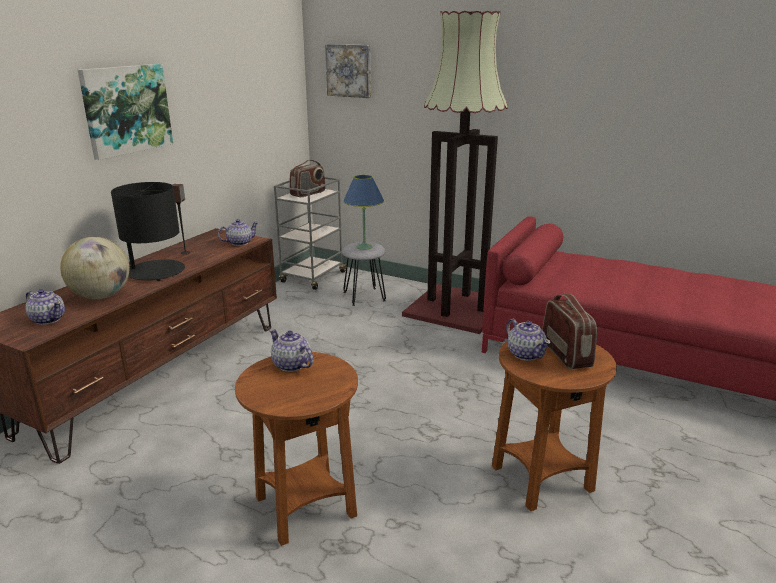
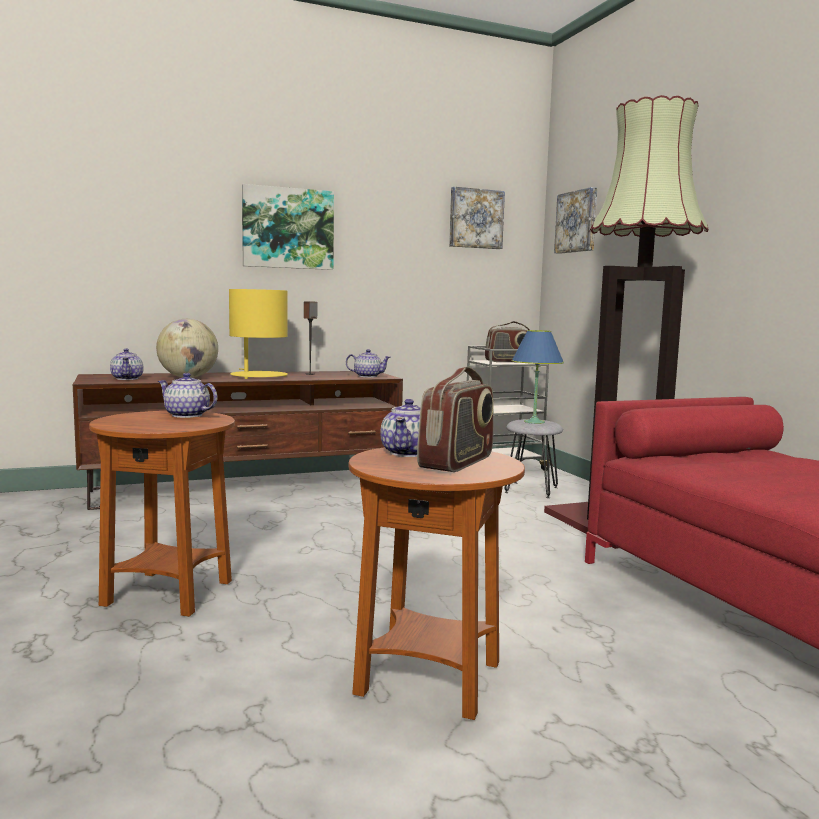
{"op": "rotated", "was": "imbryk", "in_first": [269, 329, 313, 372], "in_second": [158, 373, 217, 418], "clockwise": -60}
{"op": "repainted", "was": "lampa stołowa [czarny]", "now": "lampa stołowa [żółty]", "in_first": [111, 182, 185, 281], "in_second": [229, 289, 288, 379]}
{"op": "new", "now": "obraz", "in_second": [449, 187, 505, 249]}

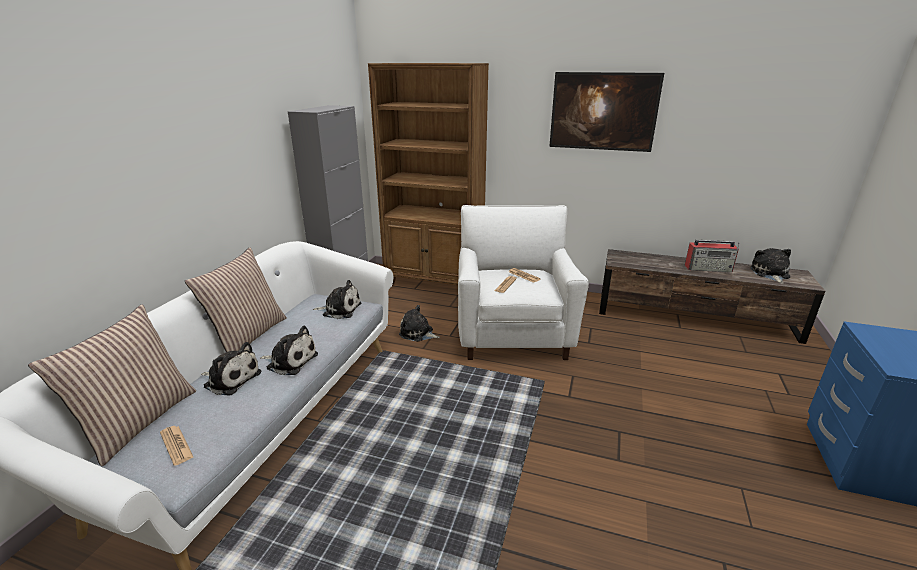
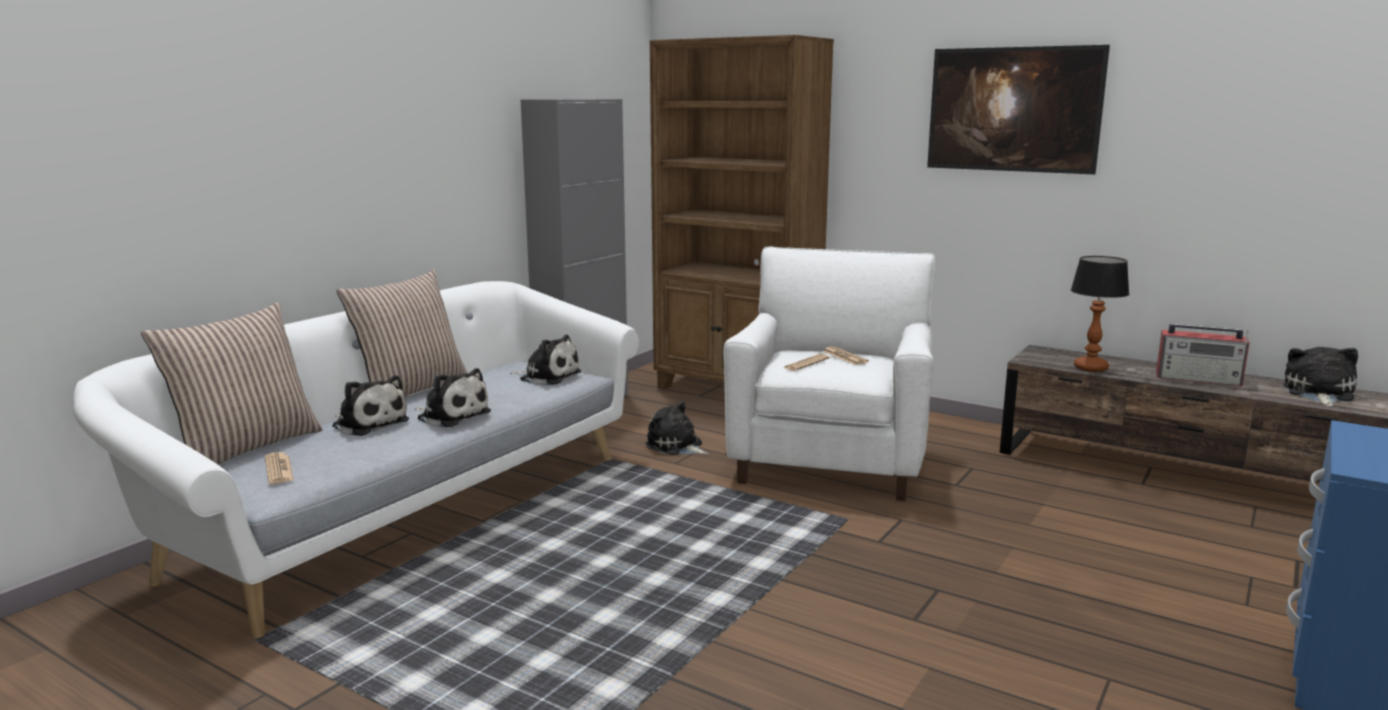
{"op": "new", "now": "lampa stołowa", "in_second": [1071, 256, 1129, 372]}

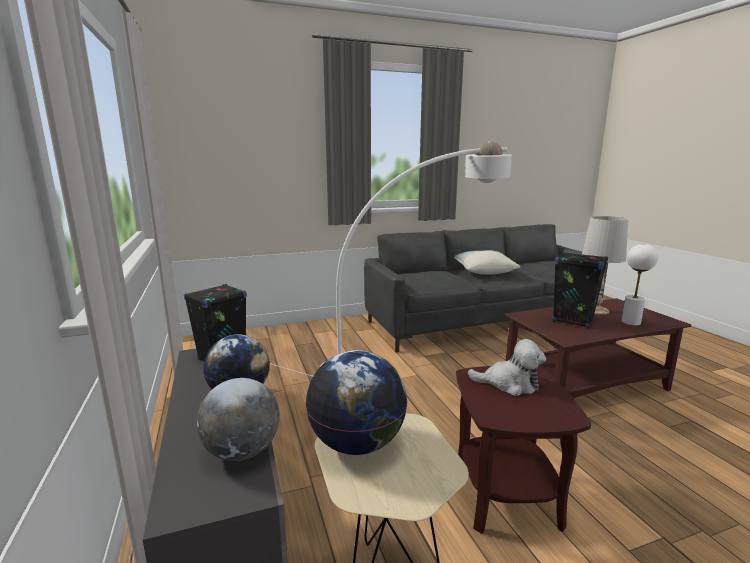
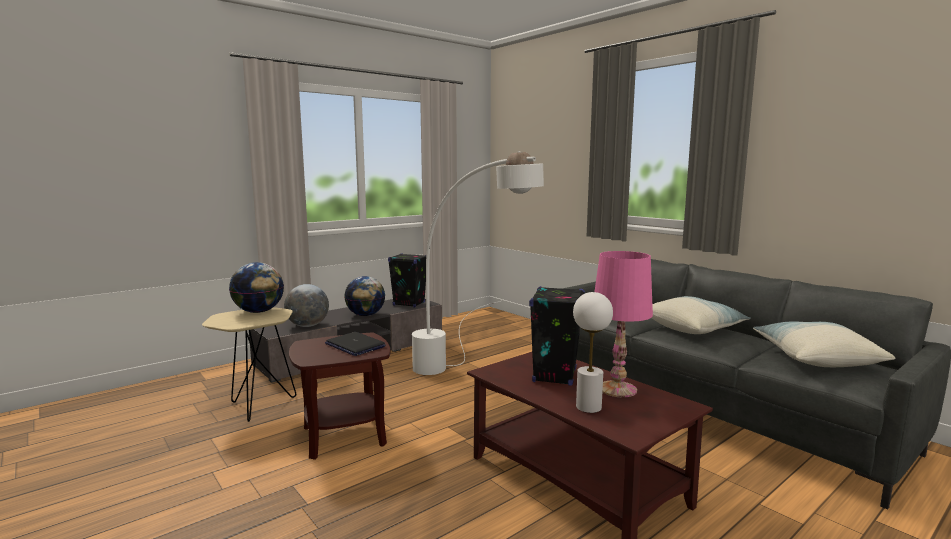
{"op": "swapped", "was": "pluszak", "now": "laptop", "in_first": [468, 339, 546, 396], "in_second": [325, 332, 386, 356]}
{"op": "repainted", "was": "lampa stołowa [biały]", "now": "lampa stołowa [różowy]", "in_first": [582, 216, 628, 315], "in_second": [594, 251, 653, 397]}
{"op": "new", "now": "poduszka", "in_second": [753, 321, 895, 367]}

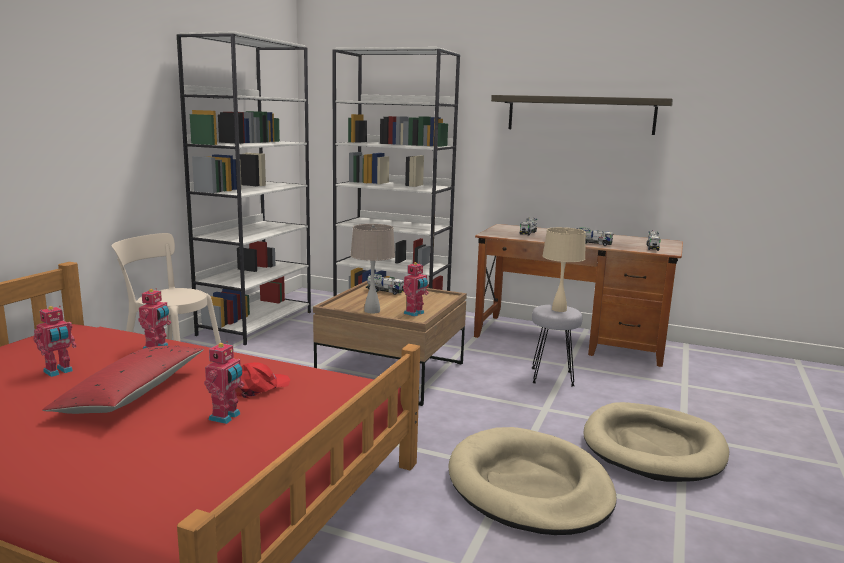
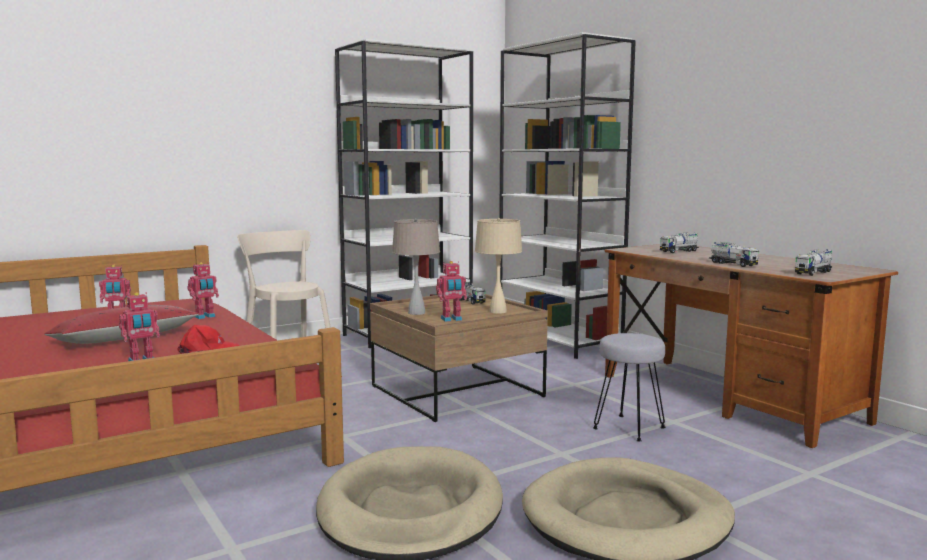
{"op": "shifted", "was": "lampa stołowa [beżowy]", "in_first": [542, 227, 586, 312], "in_second": [475, 218, 522, 314]}
{"op": "gone", "was": "półka", "in_first": [491, 95, 673, 135]}

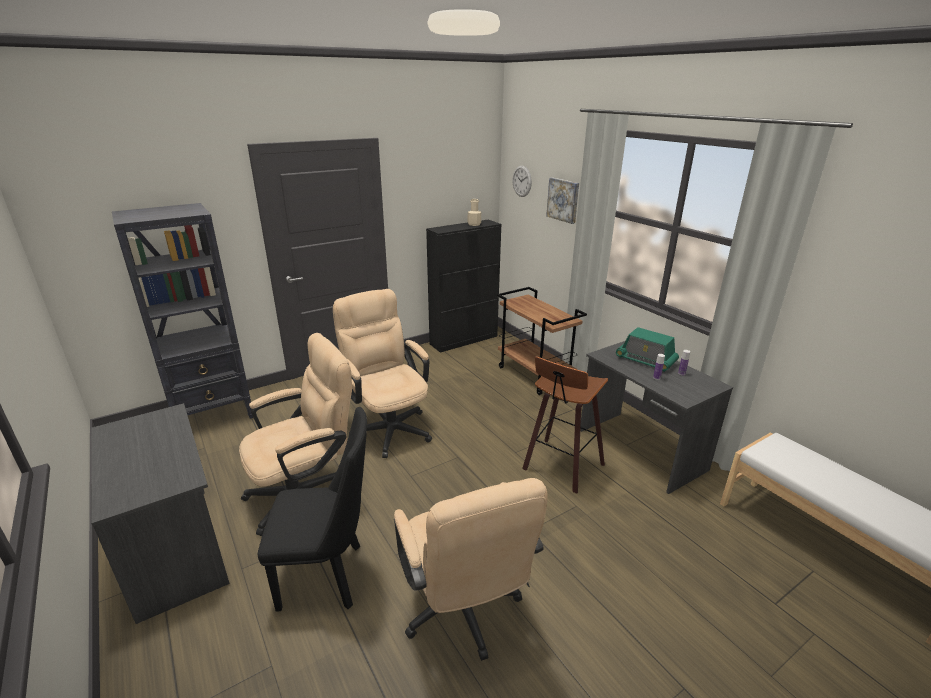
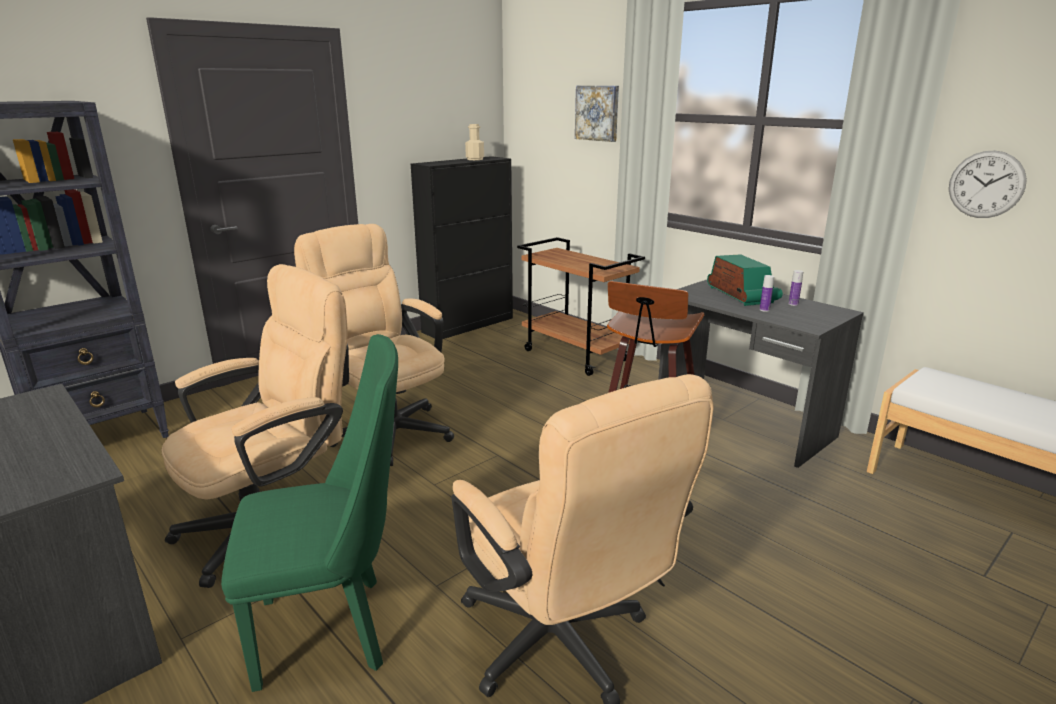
{"op": "repainted", "was": "krzesło [czarny]", "now": "krzesło [zielony]", "in_first": [257, 407, 367, 612], "in_second": [221, 334, 398, 692]}
{"op": "rotated", "was": "radio", "in_first": [616, 327, 679, 372], "in_second": [707, 254, 783, 306], "clockwise": -135}
{"op": "shifted", "was": "zegar ścienny", "in_first": [512, 166, 532, 197], "in_second": [949, 151, 1027, 218]}

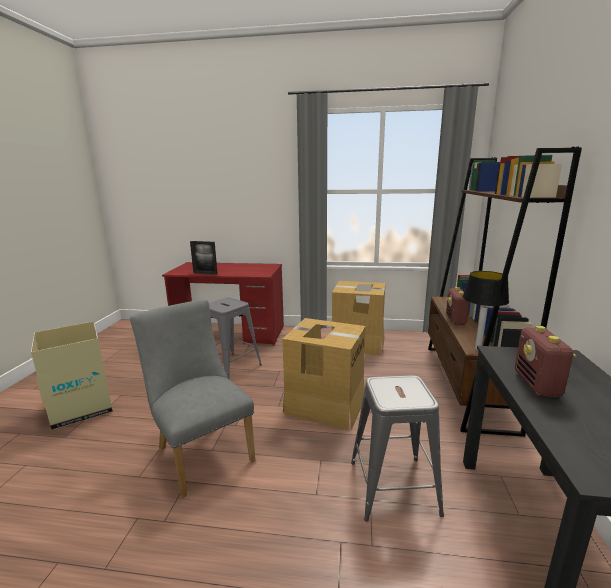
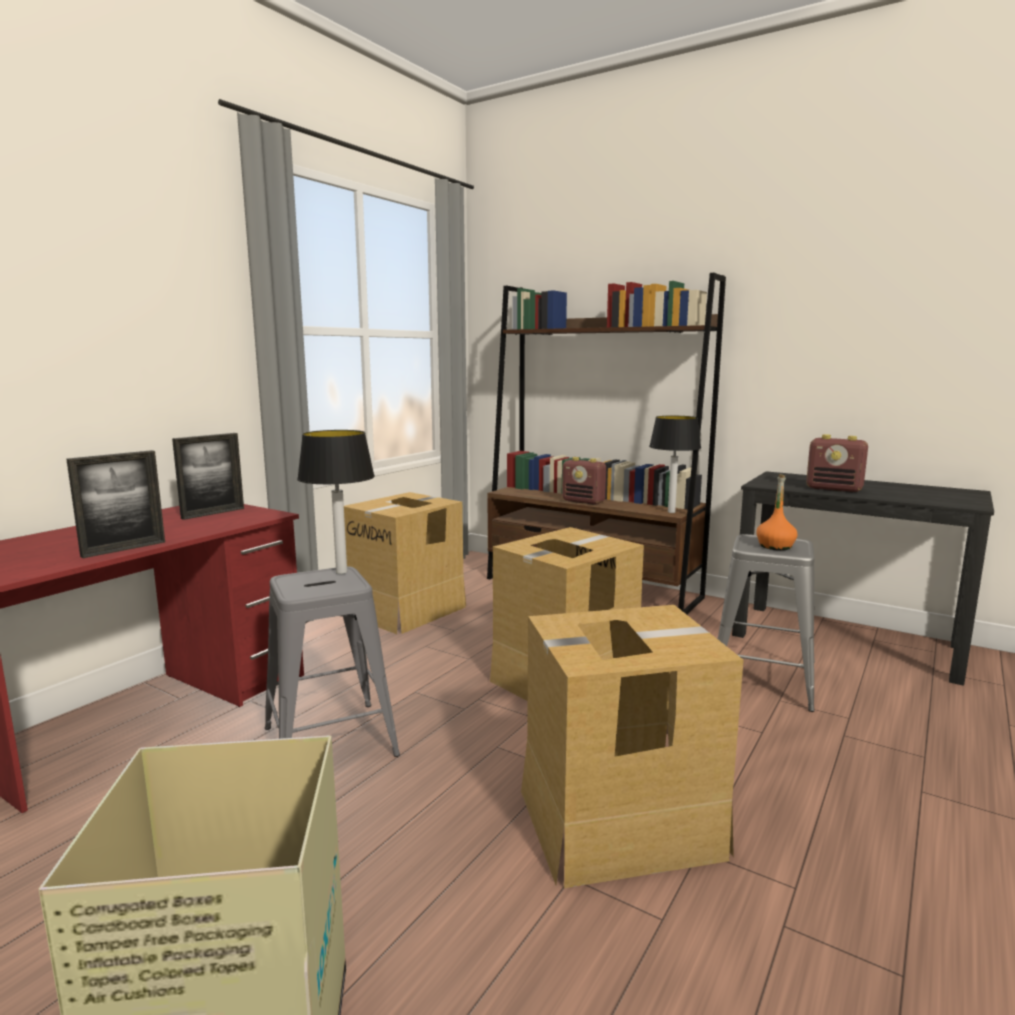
{"op": "new", "now": "ramka na zdjęcie", "in_second": [172, 433, 244, 520]}
{"op": "new", "now": "lampa stołowa", "in_second": [297, 430, 375, 574]}
{"op": "swapped", "was": "krzesło [szary]", "now": "karton", "in_first": [130, 300, 255, 498], "in_second": [521, 605, 744, 888]}
{"op": "new", "now": "butelka [pomarańczowy]", "in_second": [756, 474, 797, 550]}

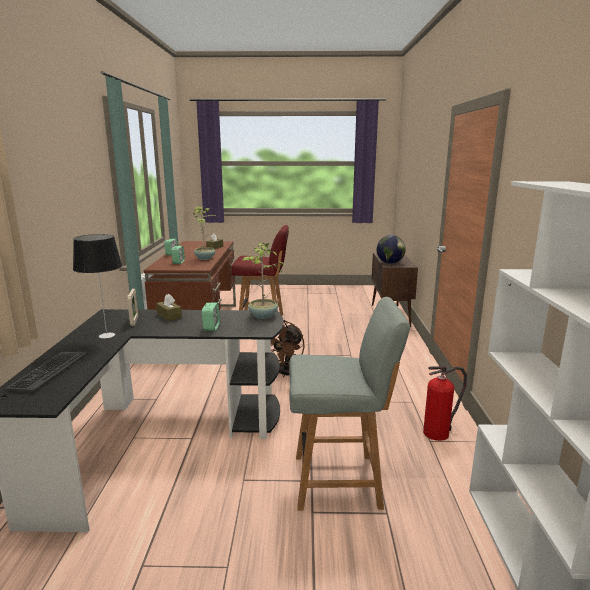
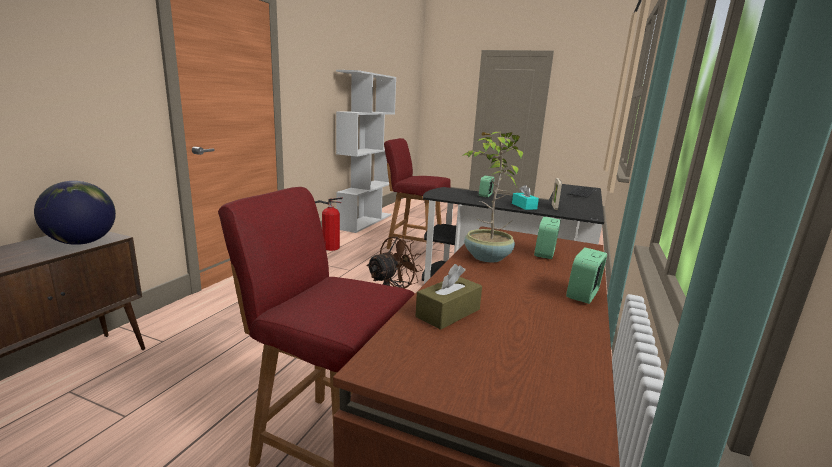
{"op": "repainted", "was": "krzesło [szary]", "now": "krzesło [czerwony]", "in_first": [289, 297, 410, 511], "in_second": [384, 138, 451, 249]}
{"op": "repainted", "was": "pudełko chusteczek [brązowy]", "now": "pudełko chusteczek [turkusowy]", "in_first": [156, 294, 182, 321], "in_second": [512, 185, 539, 210]}
{"op": "gone", "was": "lampa stołowa", "in_first": [73, 234, 122, 339]}
{"op": "gone", "was": "roślina doniczkowa", "in_first": [242, 243, 284, 319]}

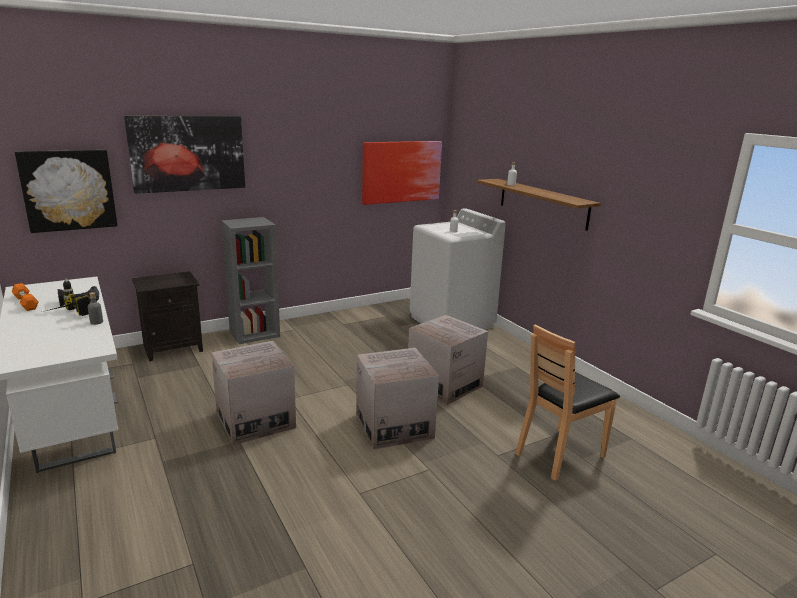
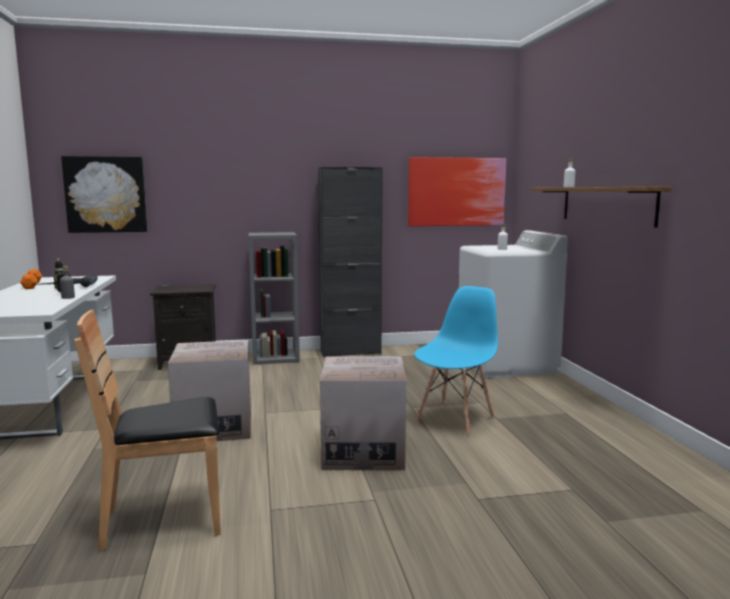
{"op": "shifted", "was": "krzesło [brązowy]", "in_first": [515, 324, 620, 481], "in_second": [74, 310, 221, 551]}
{"op": "new", "now": "szafka [czarny]", "in_second": [318, 167, 383, 357]}
{"op": "swapped", "was": "karton", "now": "krzesło [niebieski]", "in_first": [408, 315, 488, 405], "in_second": [414, 286, 498, 437]}
{"op": "gone", "was": "obraz", "in_first": [124, 116, 245, 194]}

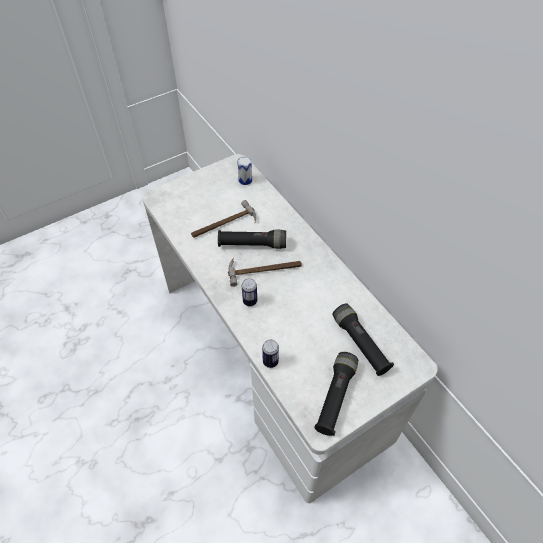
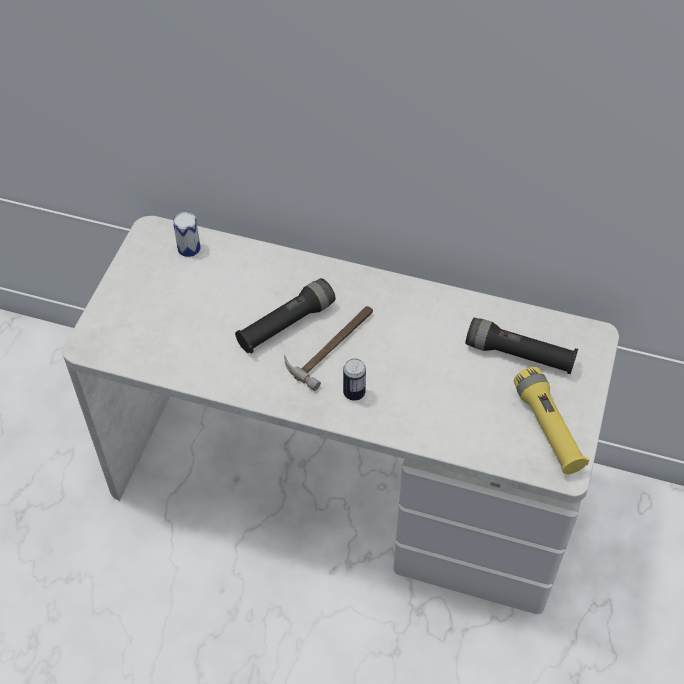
{"op": "repainted", "was": "latarka [czarny]", "now": "latarka [żółty]", "in_first": [314, 352, 358, 436], "in_second": [514, 367, 589, 474]}
{"op": "gone", "was": "młotek", "in_first": [191, 200, 256, 238]}
{"op": "gone", "was": "puszka", "in_first": [262, 340, 279, 368]}

